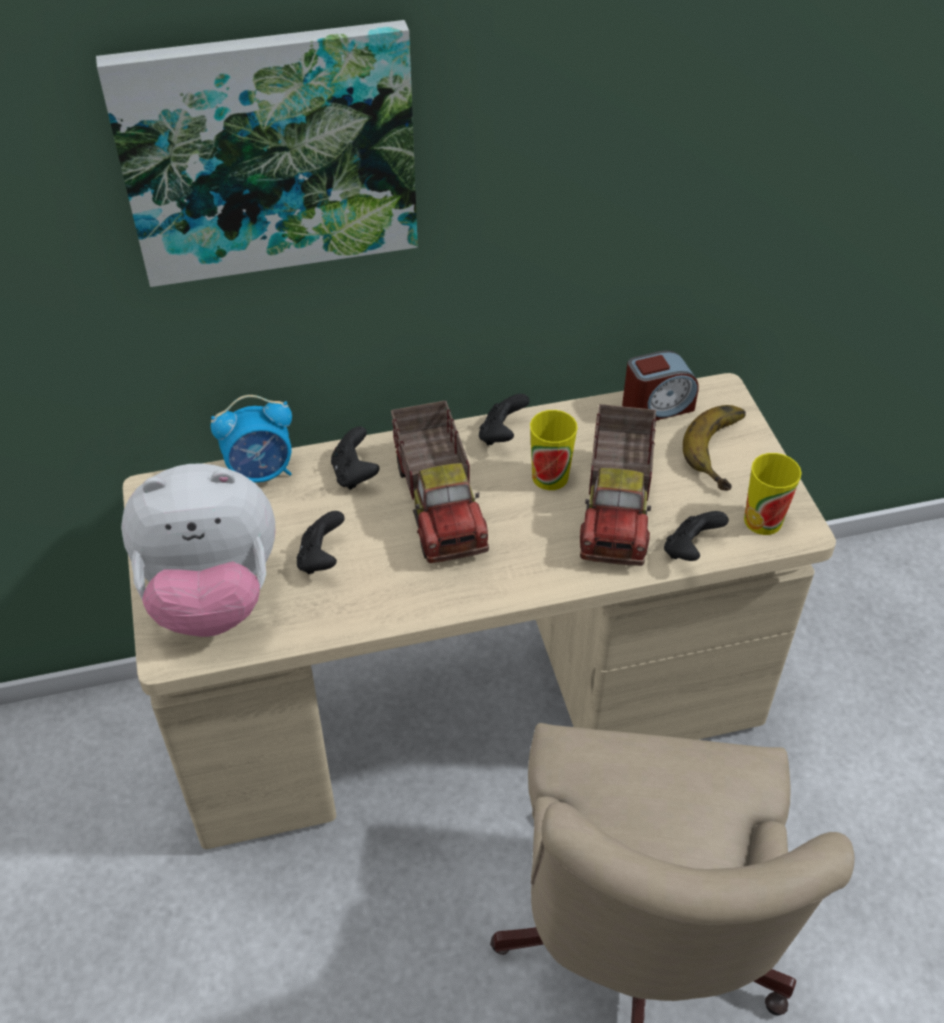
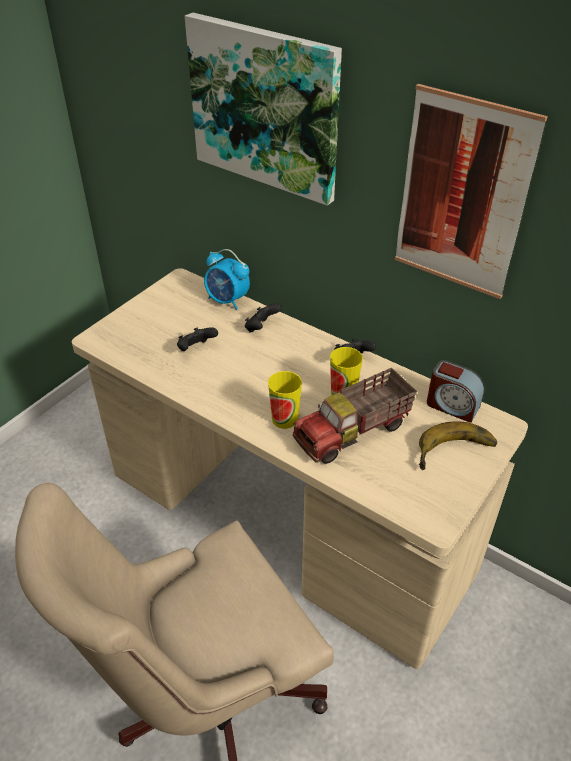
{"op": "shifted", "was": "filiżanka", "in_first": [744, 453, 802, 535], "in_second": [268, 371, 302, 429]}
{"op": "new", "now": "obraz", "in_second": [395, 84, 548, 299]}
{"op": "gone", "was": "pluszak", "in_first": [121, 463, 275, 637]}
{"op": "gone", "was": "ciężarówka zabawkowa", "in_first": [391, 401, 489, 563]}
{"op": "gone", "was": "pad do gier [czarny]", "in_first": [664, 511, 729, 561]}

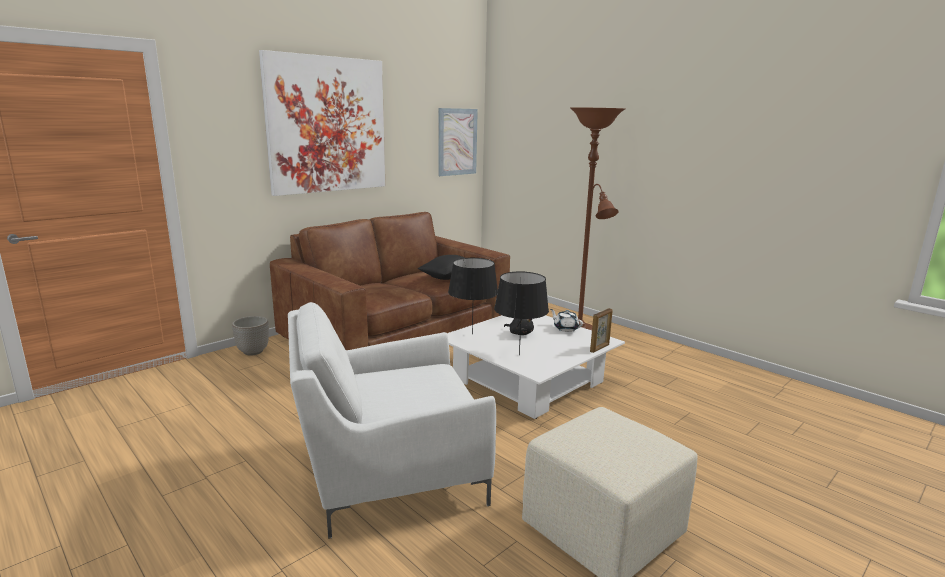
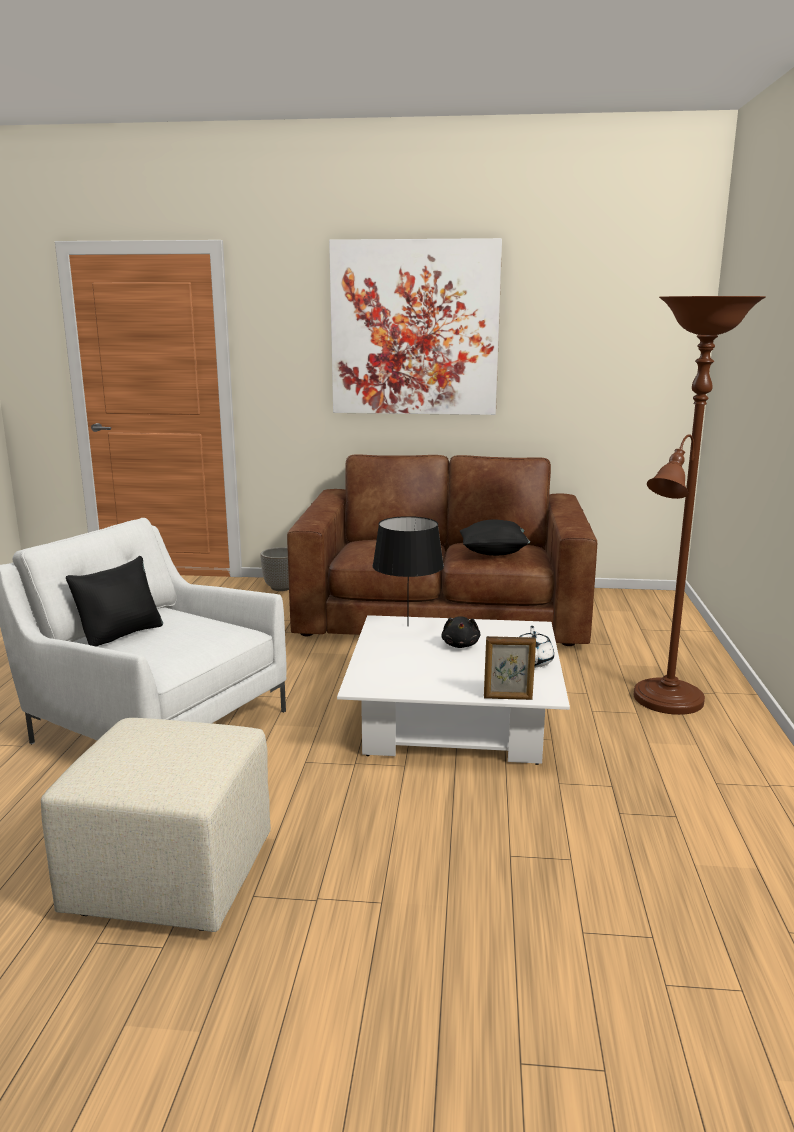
{"op": "new", "now": "poduszka [czarny]", "in_second": [66, 556, 163, 647]}
{"op": "gone", "was": "obraz", "in_first": [438, 108, 478, 176]}
{"op": "gone", "was": "lampa stołowa [czarny]", "in_first": [494, 271, 549, 355]}

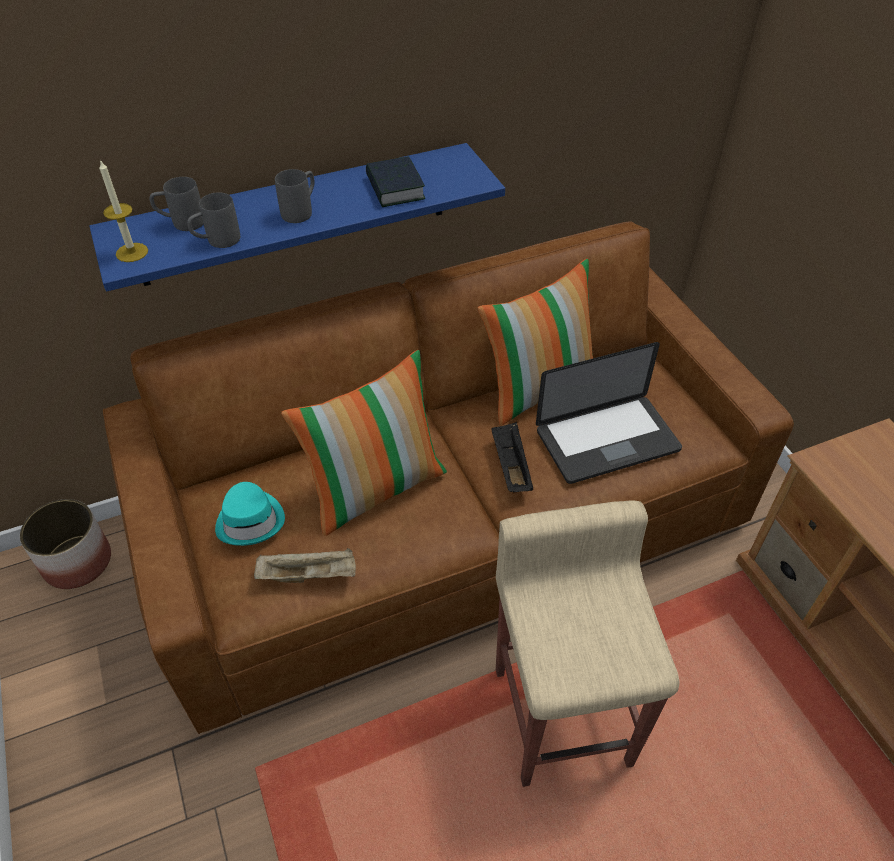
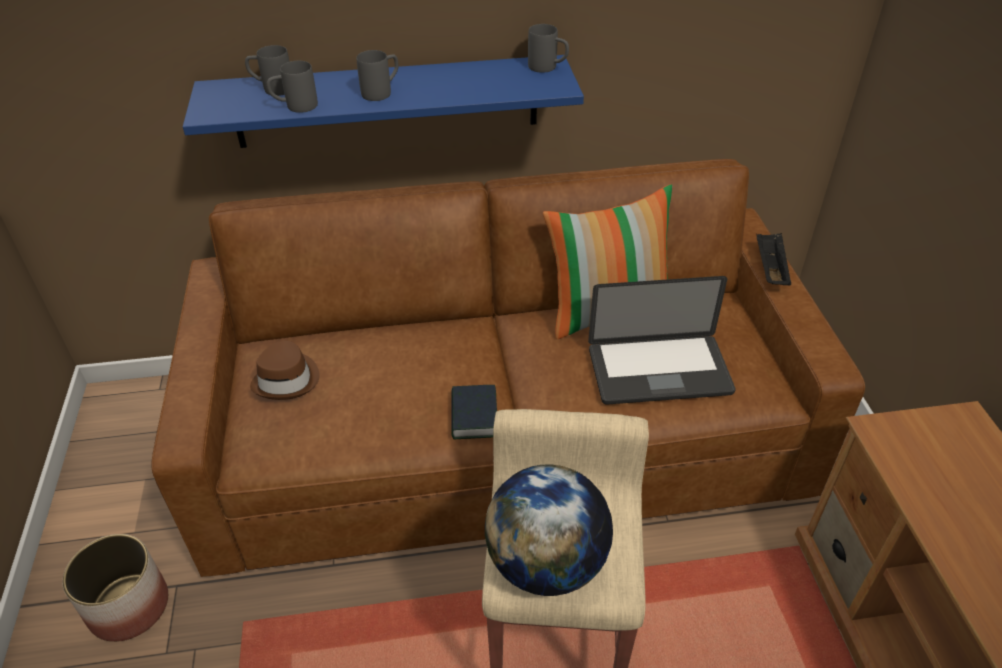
{"op": "shifted", "was": "donica", "in_first": [20, 499, 111, 589], "in_second": [62, 534, 168, 642]}
{"op": "repainted", "was": "kapelusz [turkusowy]", "now": "kapelusz [brązowy]", "in_first": [215, 482, 285, 546], "in_second": [250, 341, 320, 400]}
{"op": "shifted", "was": "książka", "in_first": [366, 156, 425, 207], "in_second": [451, 385, 497, 439]}
{"op": "new", "now": "globus", "in_second": [485, 465, 613, 596]}
{"op": "new", "now": "kubek [szary]", "in_second": [528, 24, 569, 73]}
{"op": "shifted", "was": "taca [czarny]", "in_first": [491, 422, 533, 492], "in_second": [756, 233, 791, 285]}
{"op": "gone", "was": "świeca", "in_first": [99, 159, 148, 262]}
{"op": "gone", "was": "taca [beżowy]", "in_first": [254, 548, 356, 583]}
{"op": "gone", "was": "poduszka", "in_first": [281, 350, 447, 536]}

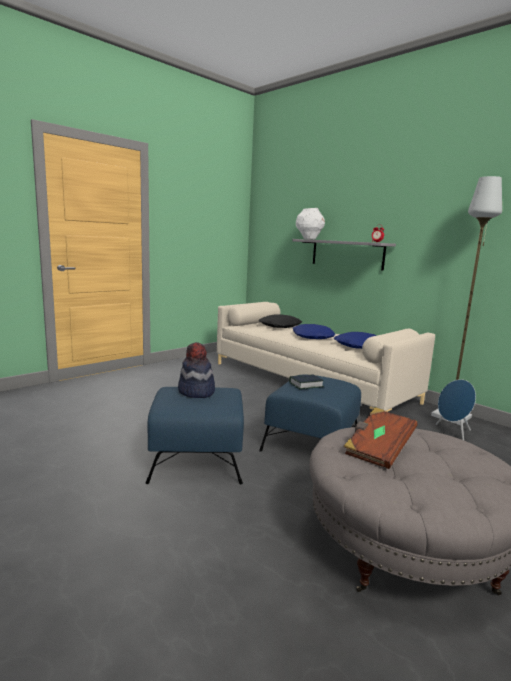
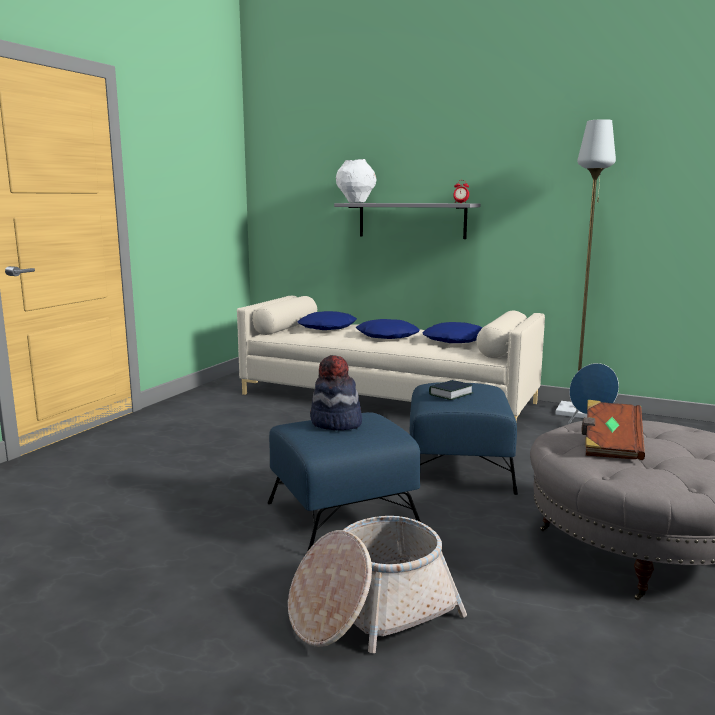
{"op": "new", "now": "koszyk", "in_second": [288, 516, 467, 653]}
{"op": "repainted", "was": "poduszka [czarny]", "now": "poduszka [niebieski]", "in_first": [259, 314, 302, 328], "in_second": [298, 311, 357, 330]}

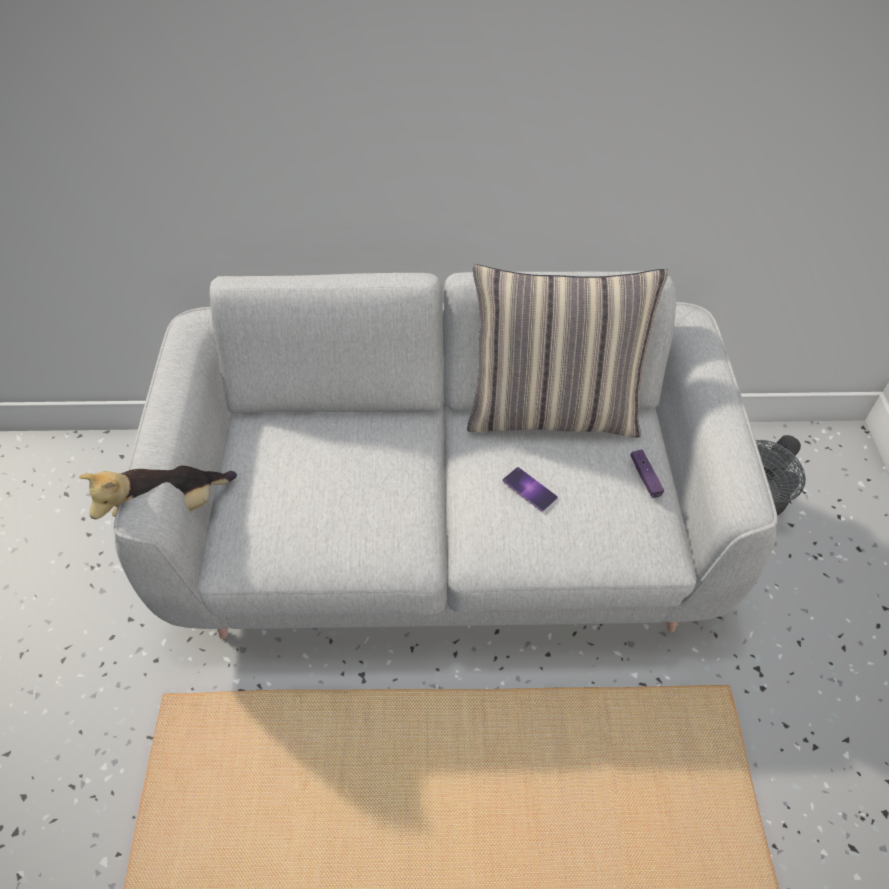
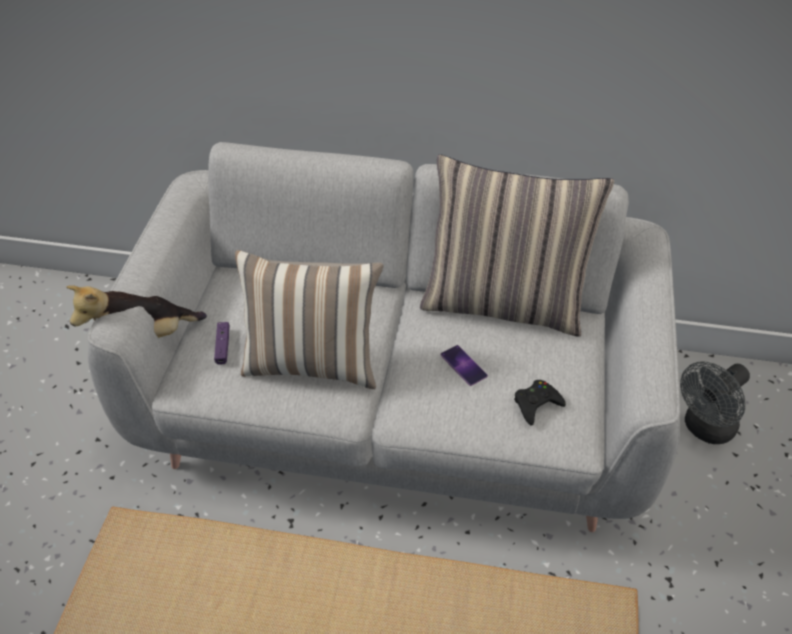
{"op": "shifted", "was": "pad do gier [fioletowy]", "in_first": [630, 450, 664, 498], "in_second": [214, 322, 230, 364]}
{"op": "new", "now": "poduszka", "in_second": [235, 250, 384, 389]}
{"op": "new", "now": "pad do gier [czarny]", "in_second": [514, 380, 566, 426]}

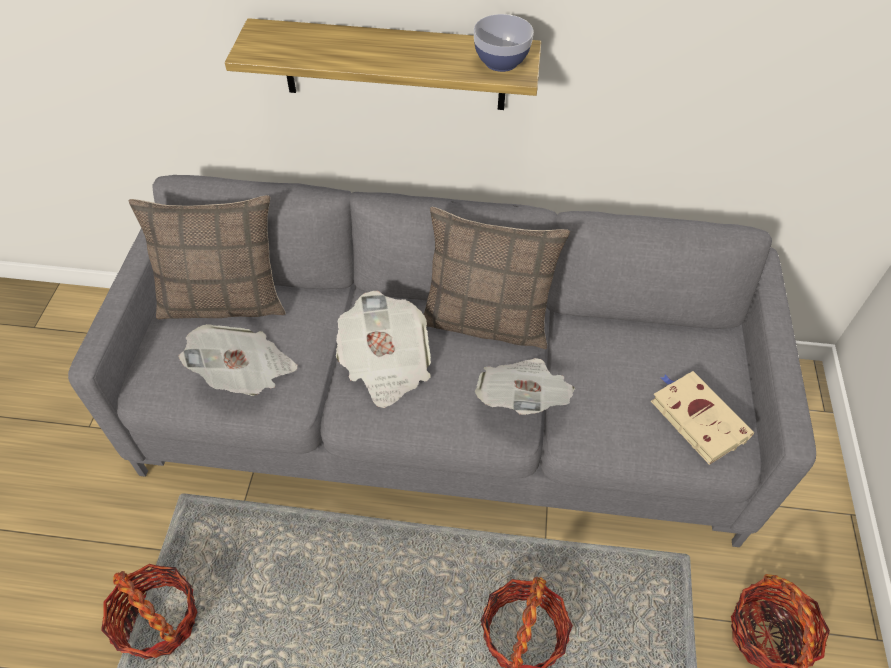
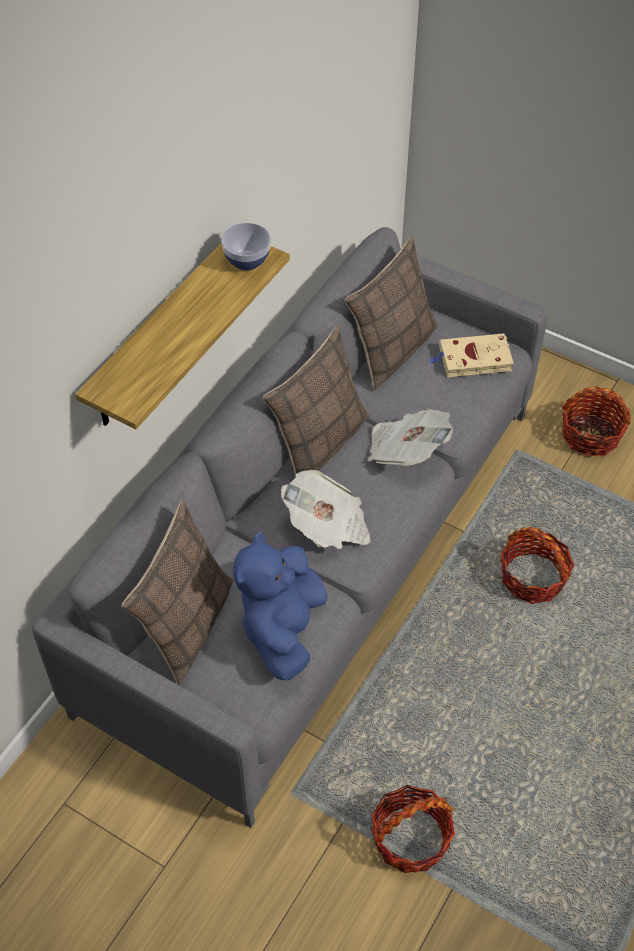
{"op": "swapped", "was": "gazeta", "now": "pluszak [niebieski]", "in_first": [178, 324, 297, 396], "in_second": [233, 532, 328, 681]}
{"op": "new", "now": "poduszka", "in_second": [345, 236, 438, 390]}

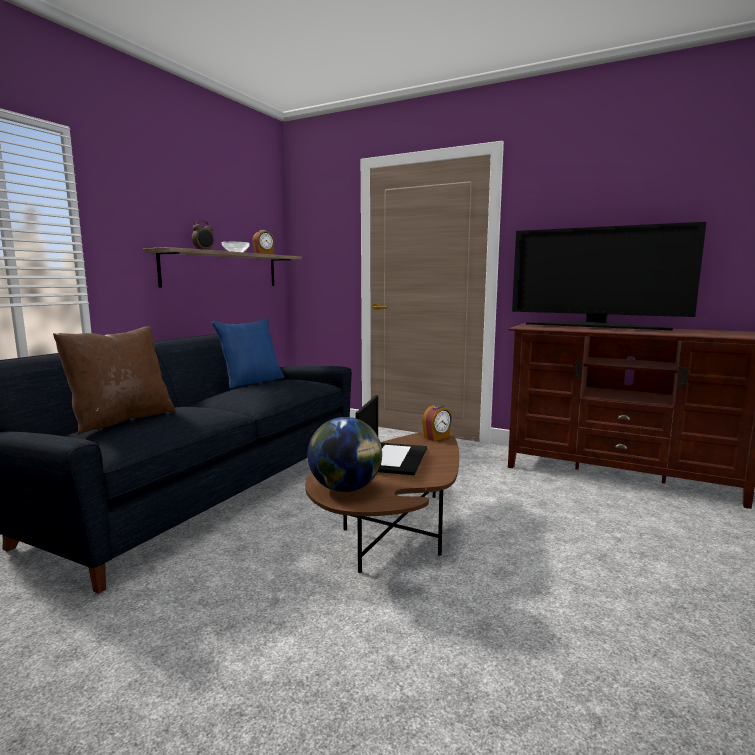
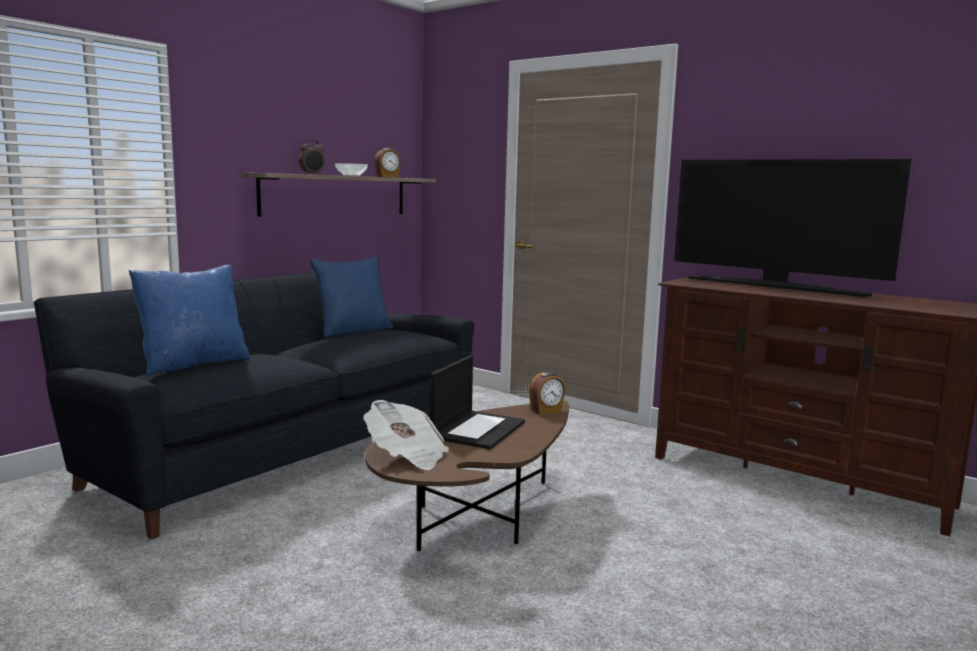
{"op": "repainted", "was": "poduszka [brązowy]", "now": "poduszka [niebieski]", "in_first": [53, 326, 175, 435], "in_second": [129, 265, 251, 376]}
{"op": "swapped", "was": "globus", "now": "gazeta", "in_first": [308, 417, 382, 492], "in_second": [363, 400, 449, 470]}

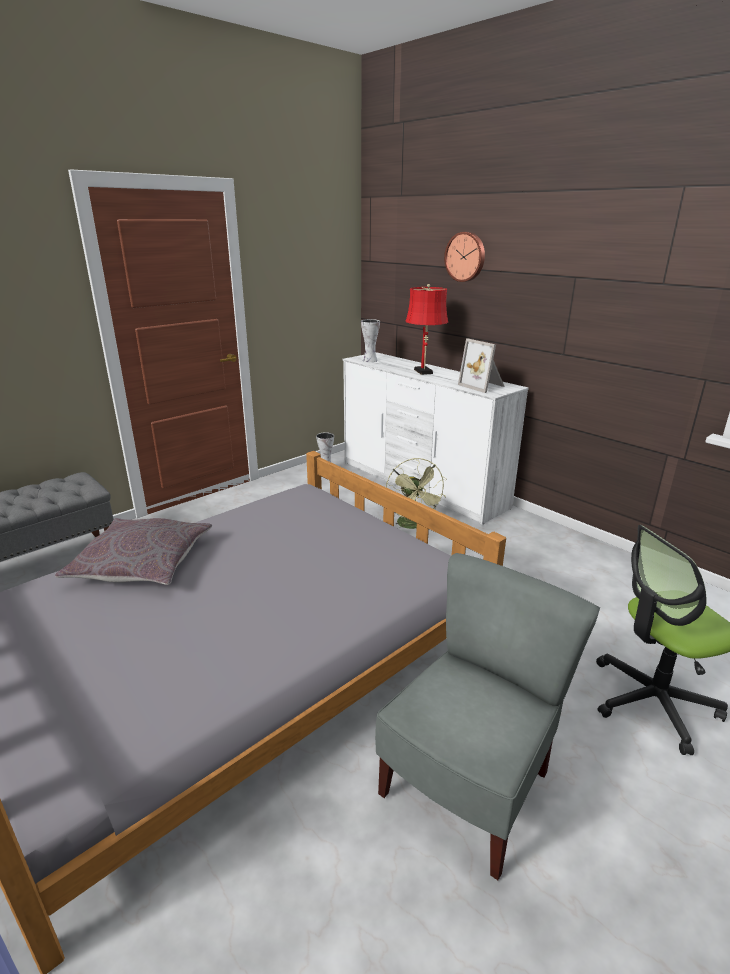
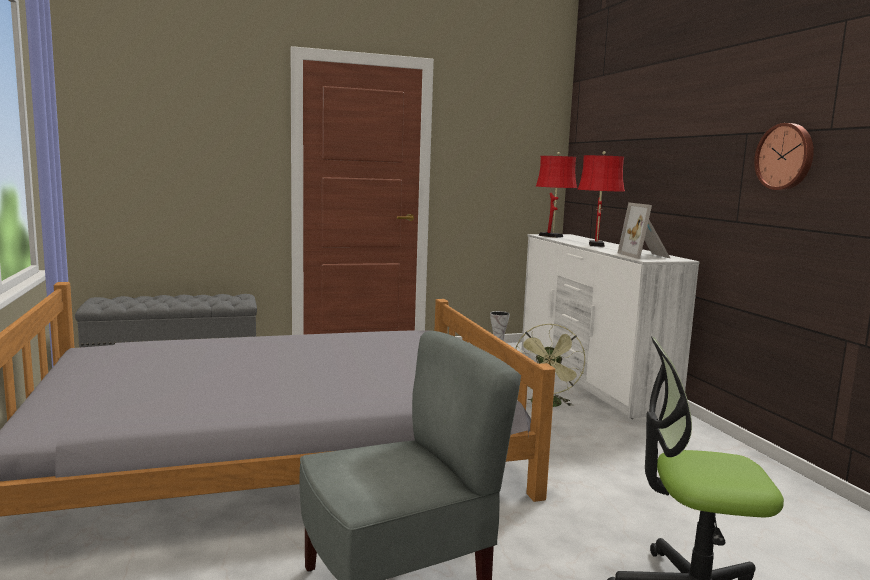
{"op": "swapped", "was": "wazon", "now": "lampa stołowa [czerwony]", "in_first": [361, 319, 380, 362], "in_second": [536, 152, 577, 238]}
{"op": "shifted", "was": "zegar ścienny", "in_first": [444, 232, 485, 282], "in_second": [754, 123, 814, 190]}
{"op": "gone", "was": "poduszka [szary]", "in_first": [55, 518, 212, 585]}

